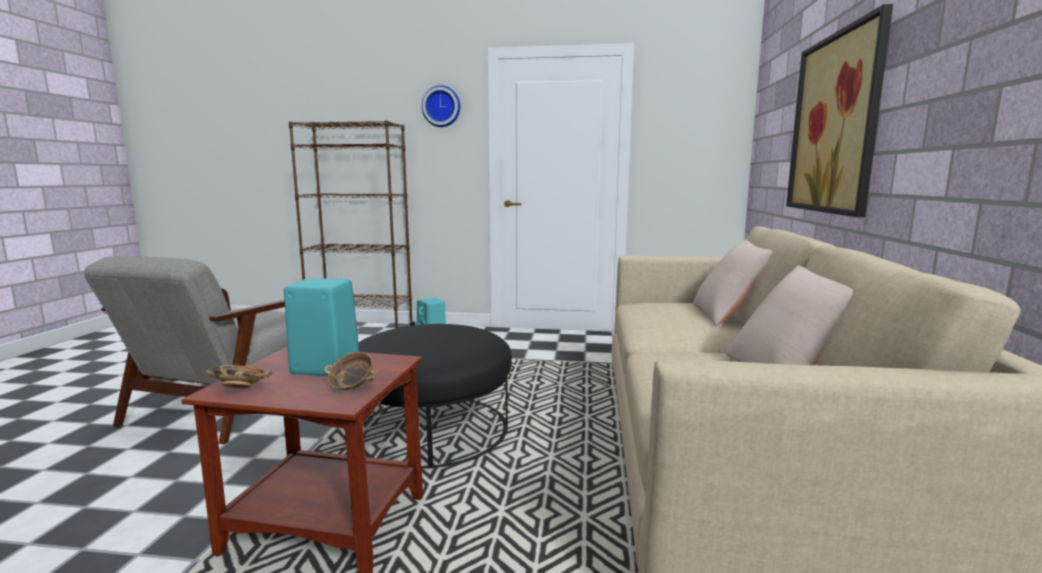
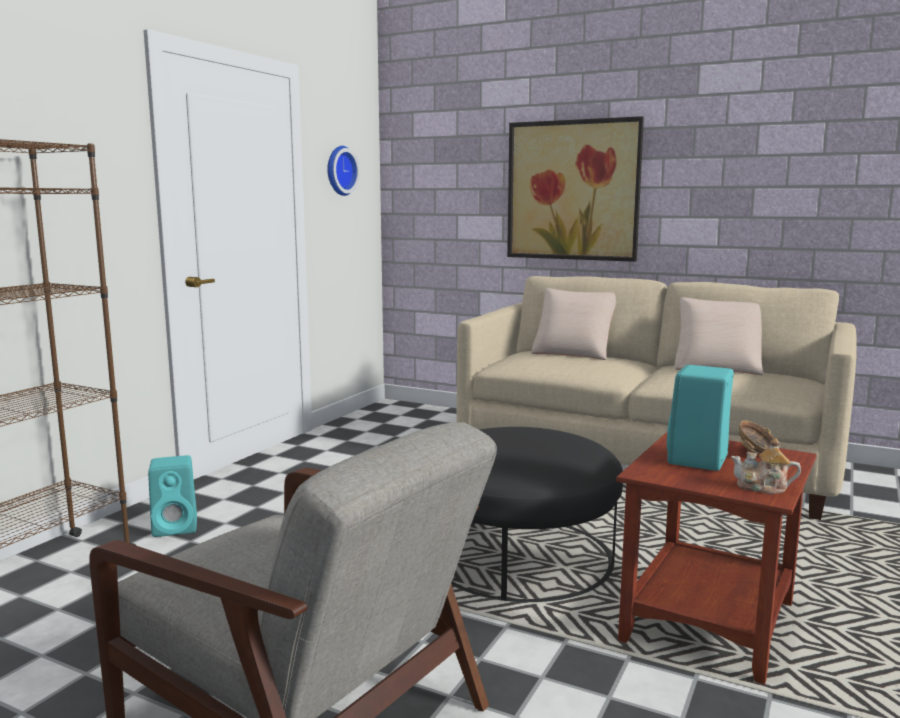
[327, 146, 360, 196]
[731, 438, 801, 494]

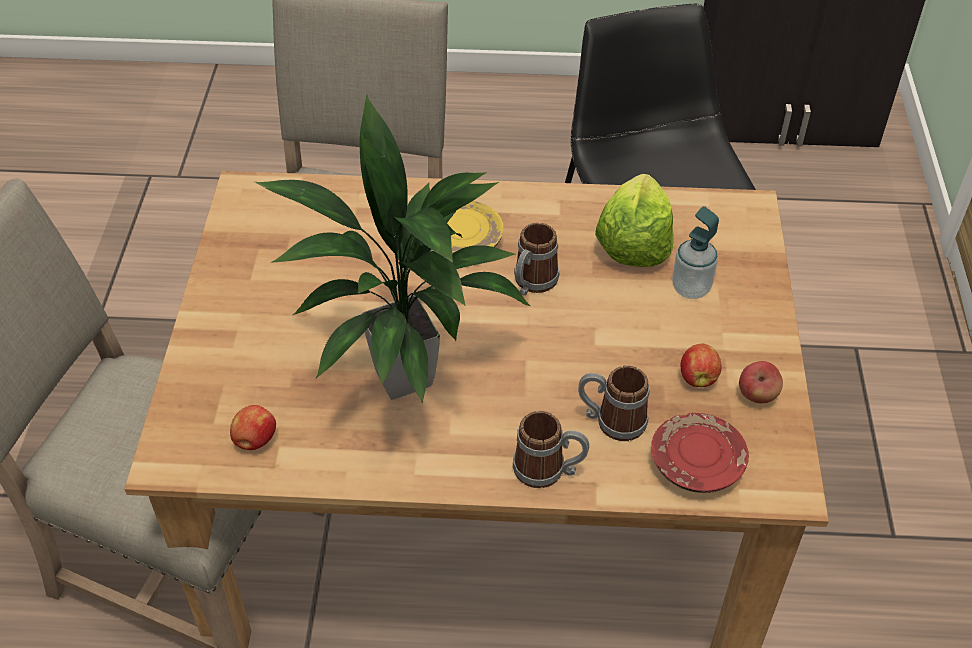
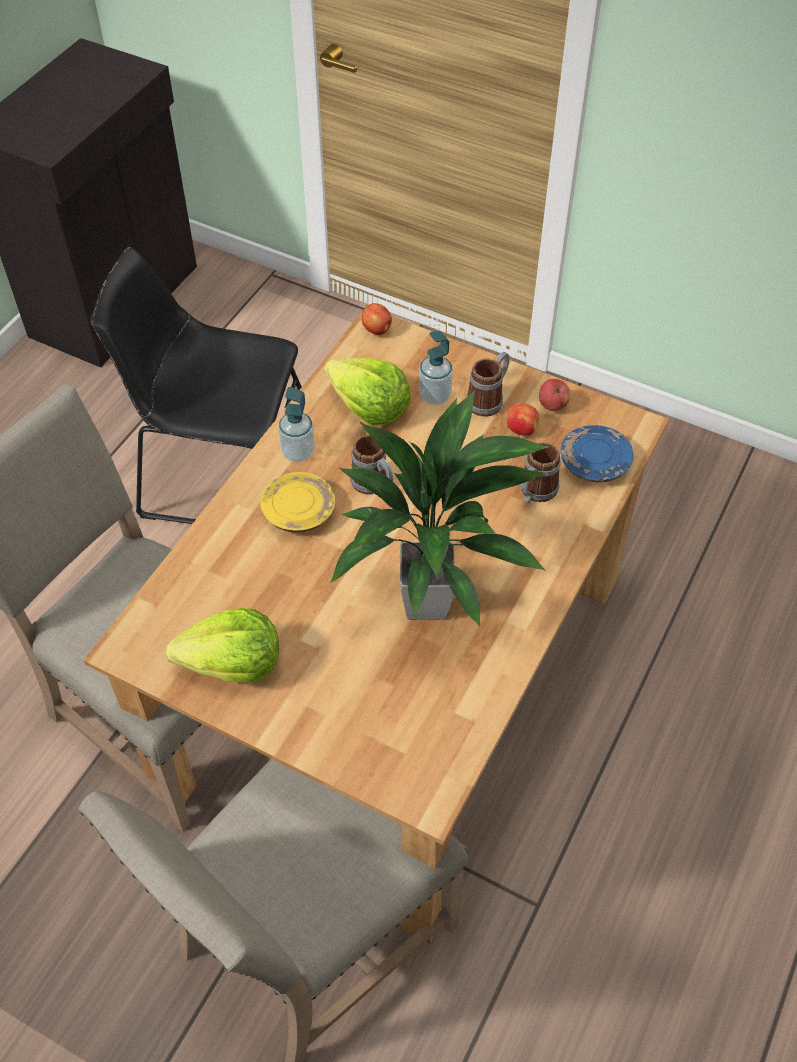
[166, 608, 279, 683]
[278, 387, 315, 462]
[361, 303, 392, 335]
[466, 352, 510, 417]
[560, 425, 633, 482]

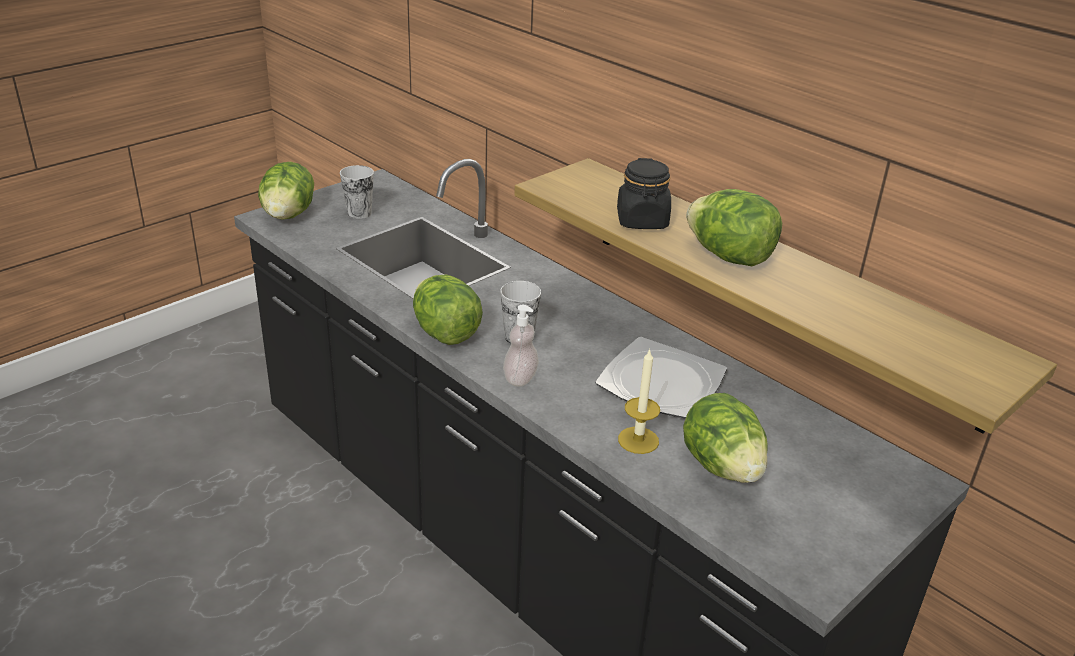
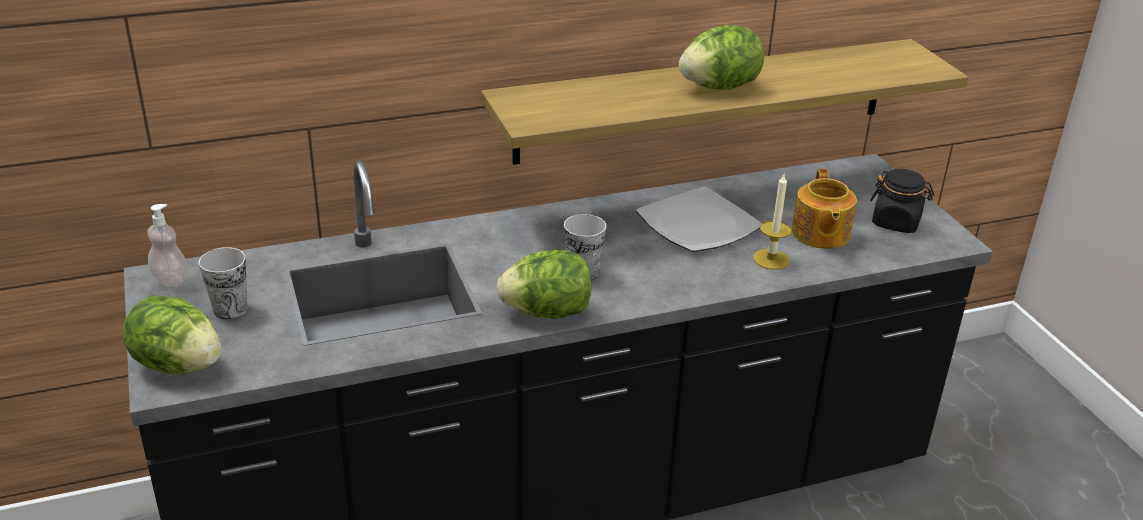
[148, 204, 188, 287]
[870, 169, 934, 233]
[792, 169, 857, 249]

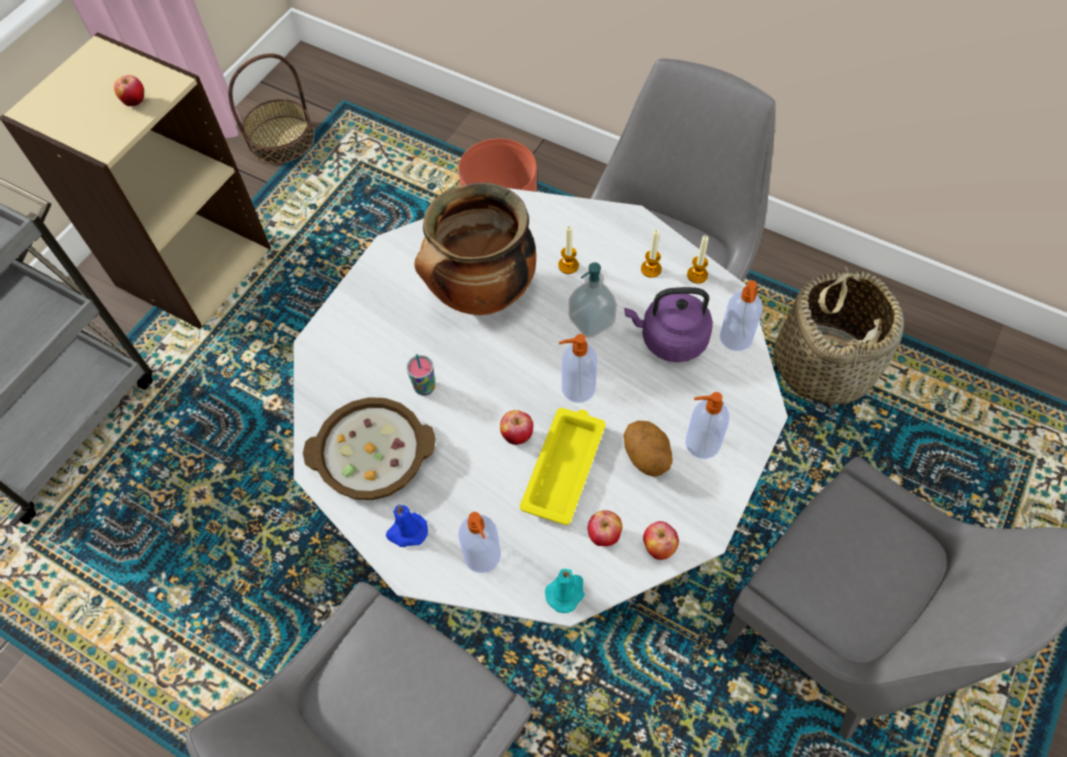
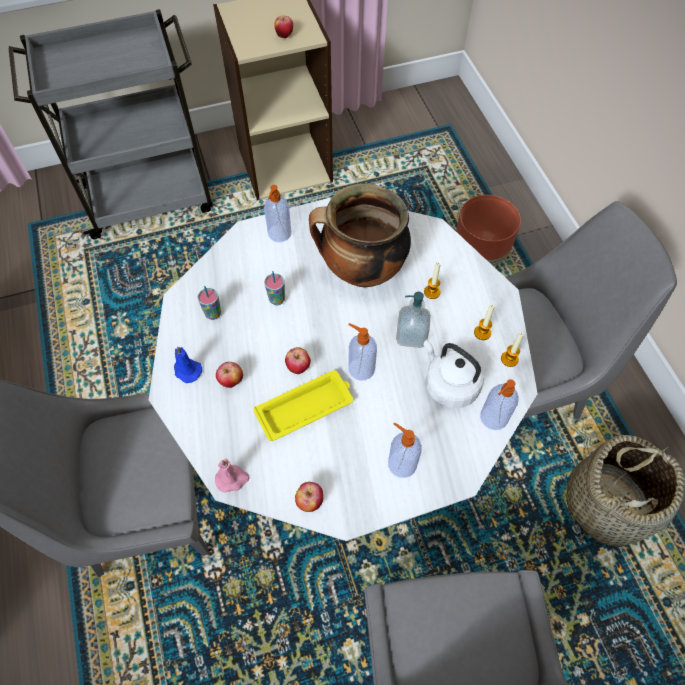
[228, 53, 314, 165] (first image)
[623, 421, 673, 477] (first image)
[264, 185, 292, 242]
[216, 362, 243, 388]
[198, 286, 221, 320]
[215, 459, 250, 493]
[423, 339, 484, 408]

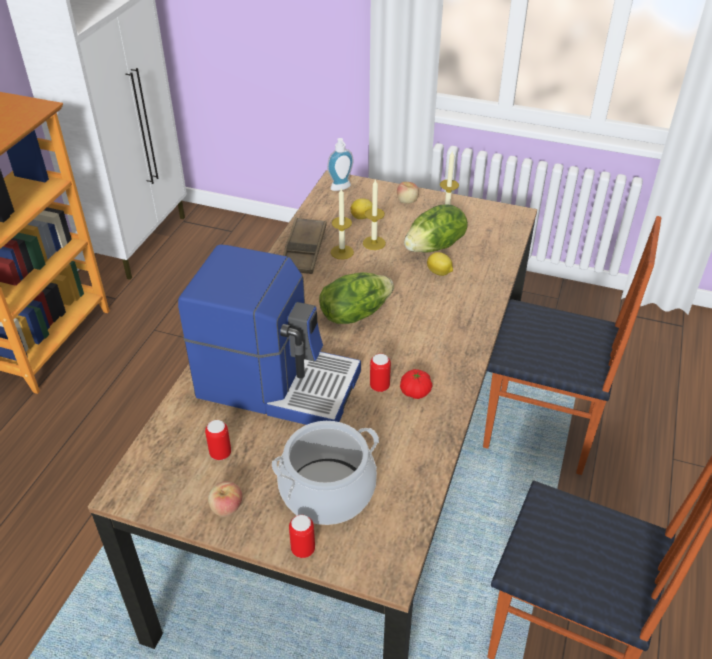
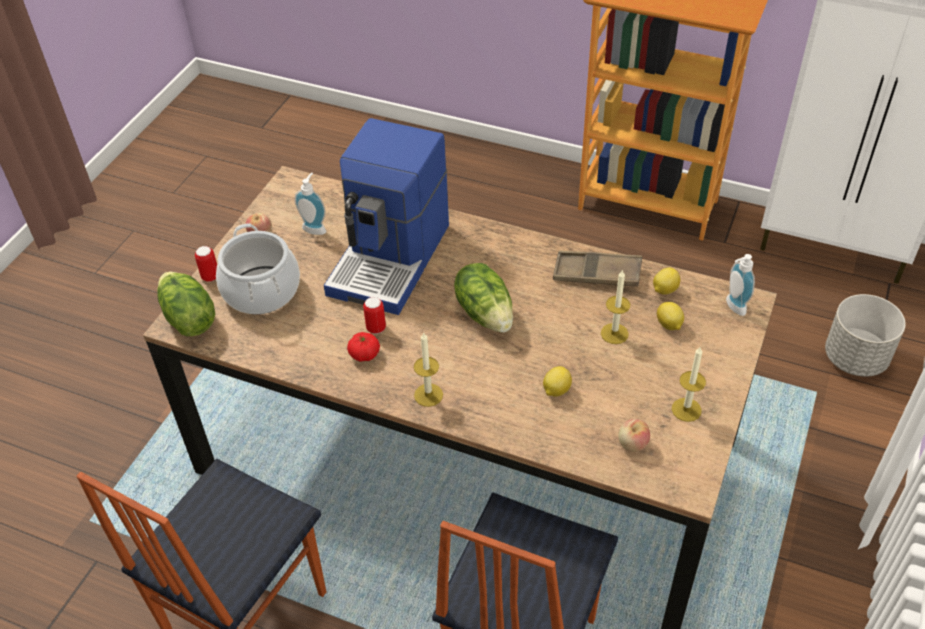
[653, 267, 680, 295]
[825, 294, 906, 377]
[414, 332, 443, 407]
[618, 419, 650, 452]
[157, 272, 215, 336]
[294, 173, 326, 235]

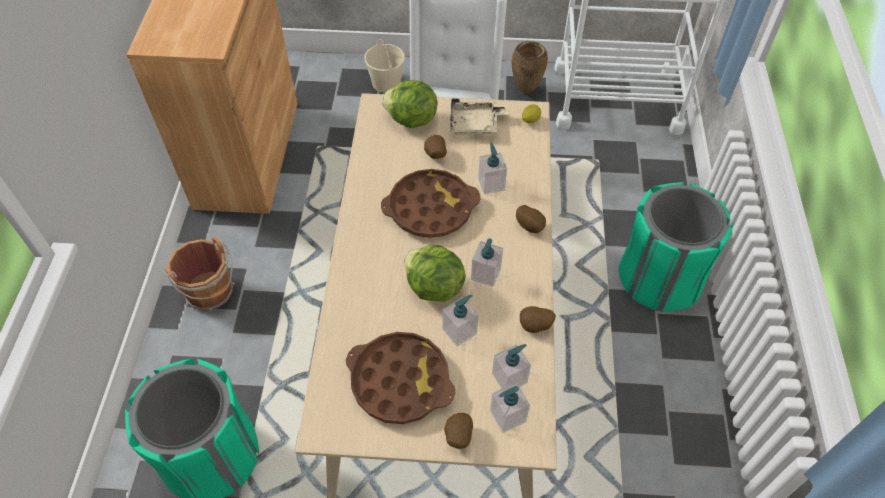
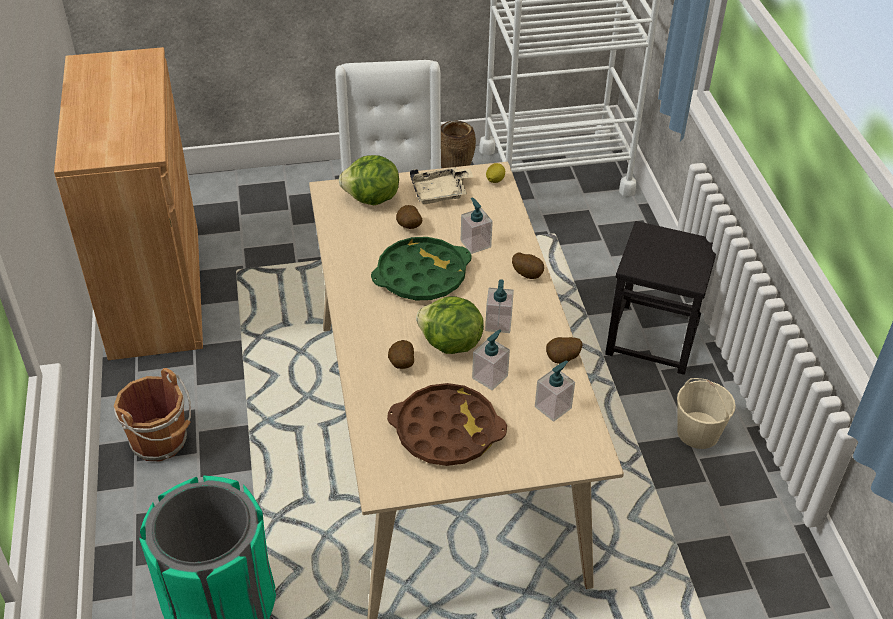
[490, 382, 530, 433] (first image)
[677, 378, 736, 449]
[388, 340, 414, 369]
[605, 221, 716, 375]
[371, 237, 472, 301]

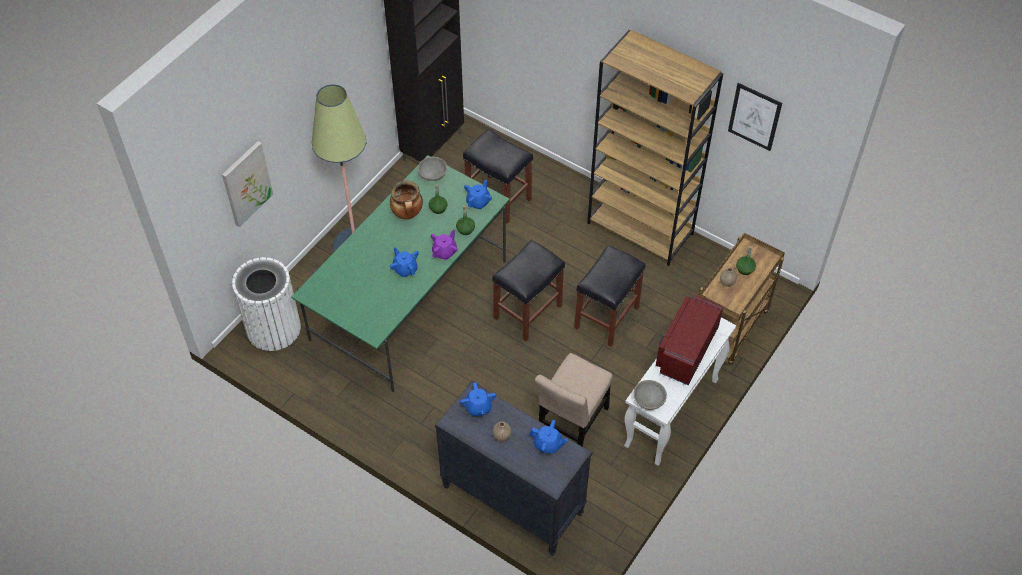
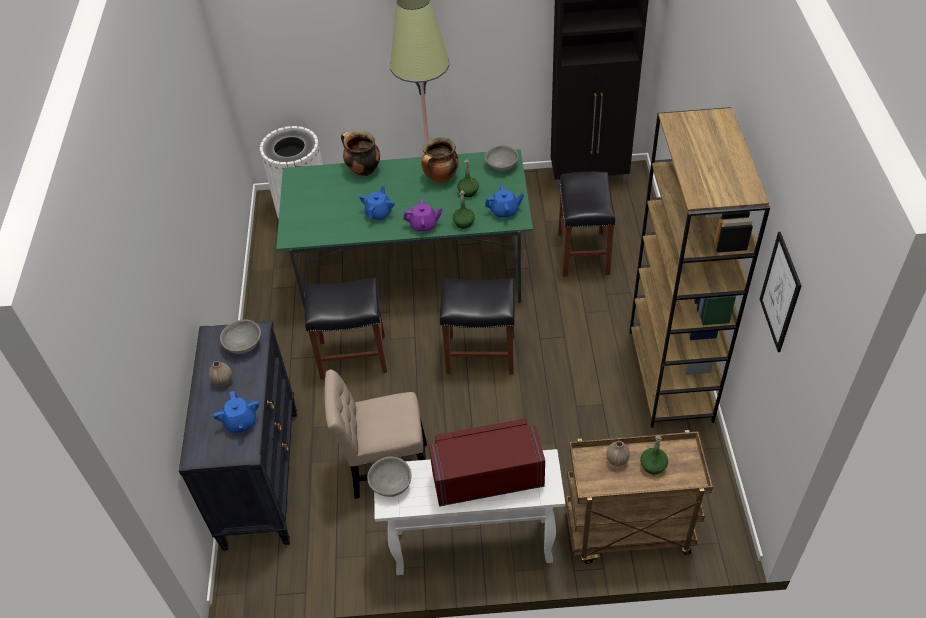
[222, 141, 273, 227] (first image)
[341, 131, 380, 176]
[305, 278, 387, 379]
[220, 320, 261, 354]

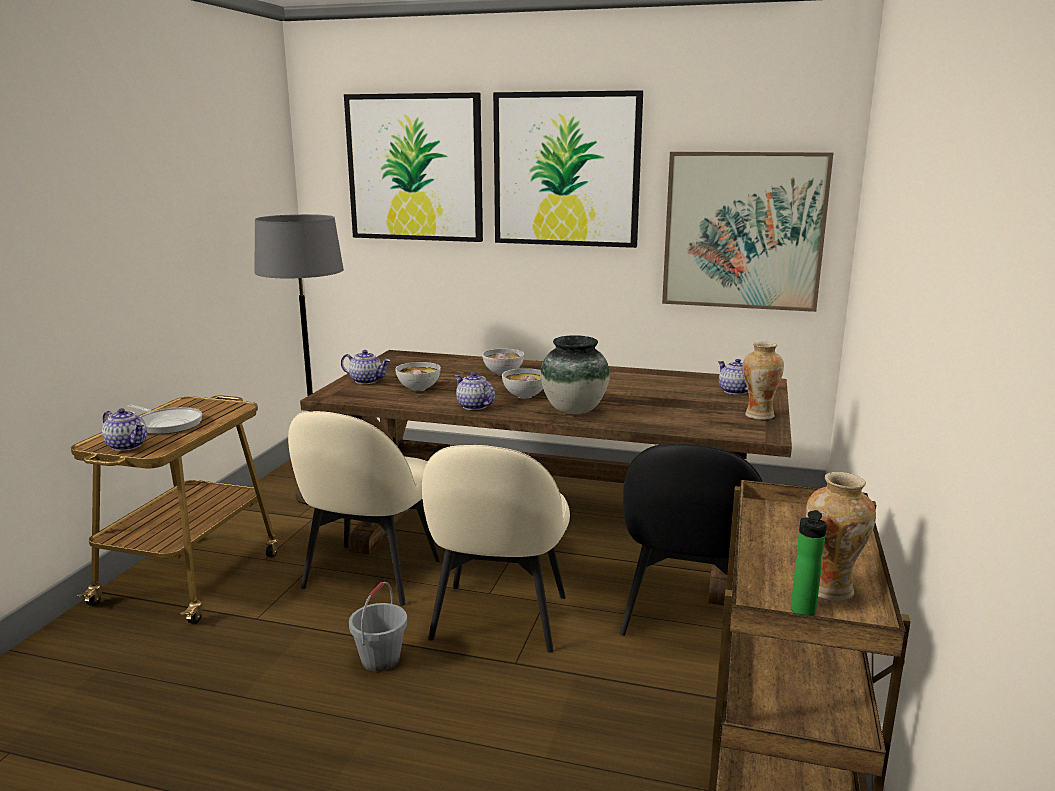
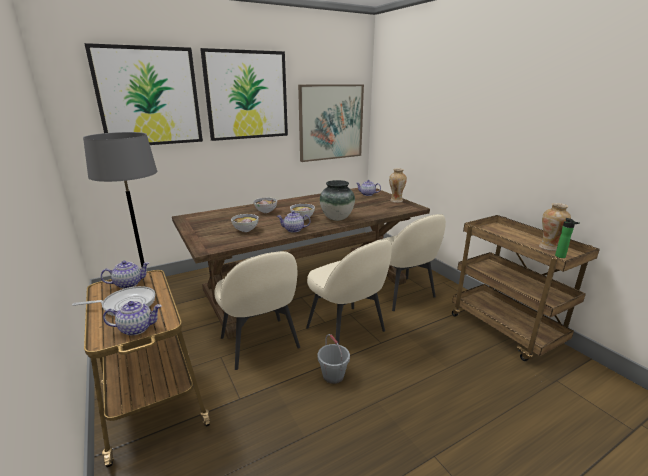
[100, 261, 149, 289]
[374, 214, 446, 311]

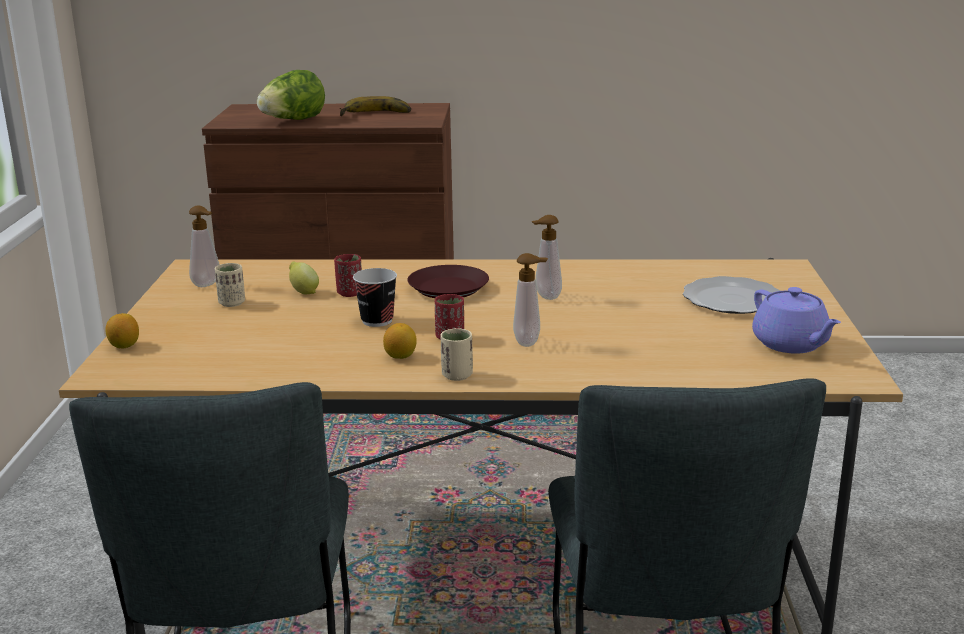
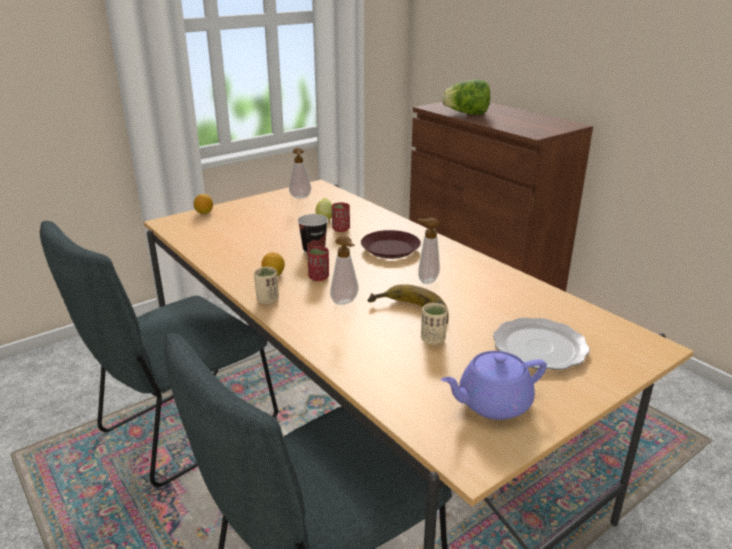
[421, 303, 448, 345]
[367, 284, 449, 323]
[441, 351, 547, 420]

